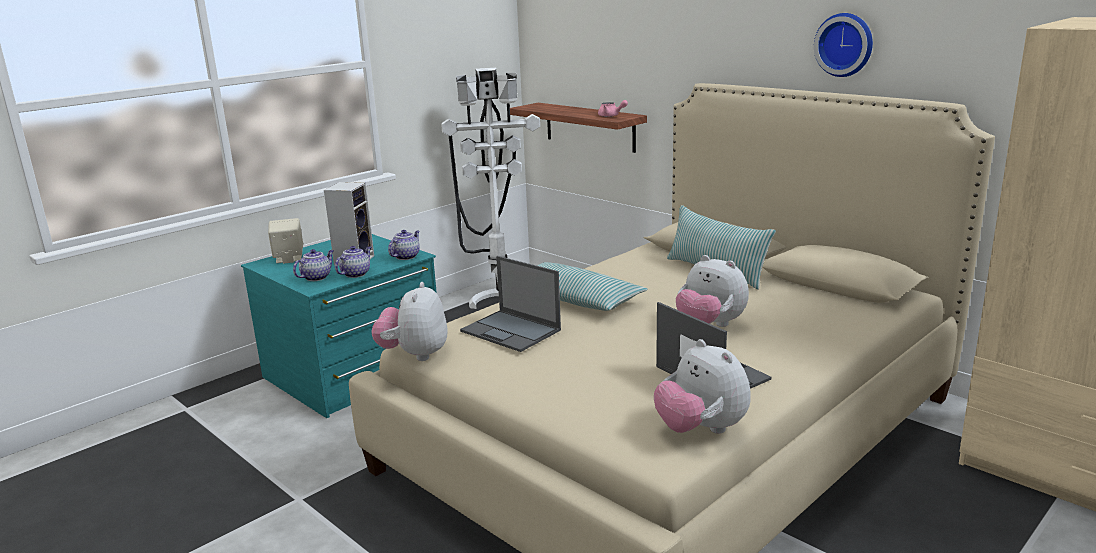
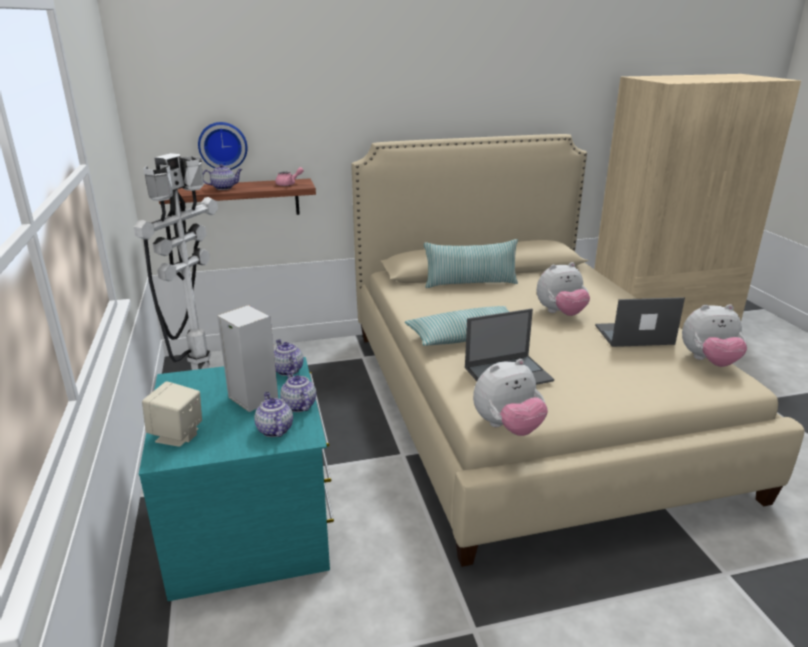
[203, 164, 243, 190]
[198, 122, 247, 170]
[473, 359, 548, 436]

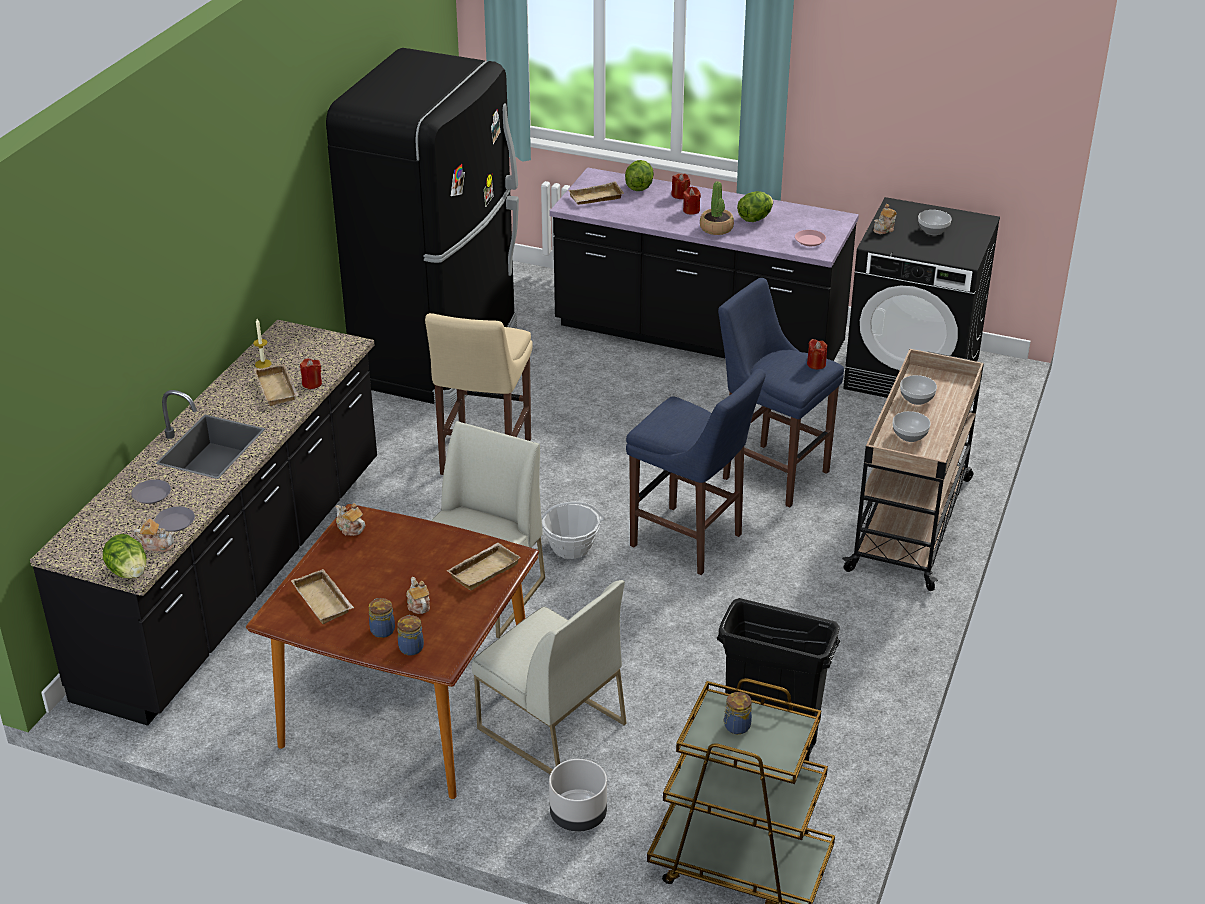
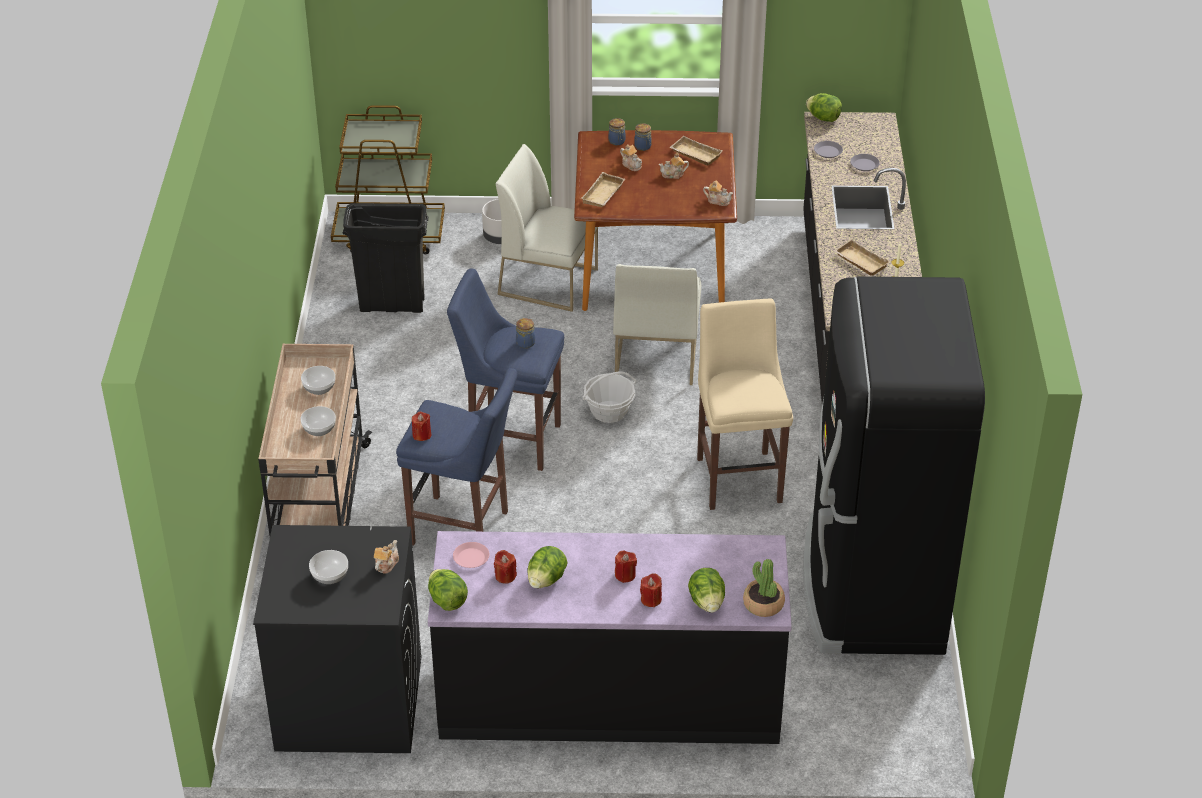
[568, 181, 624, 205] (first image)
[428, 569, 468, 611]
[659, 153, 689, 179]
[494, 550, 517, 584]
[743, 559, 785, 617]
[516, 318, 535, 348]

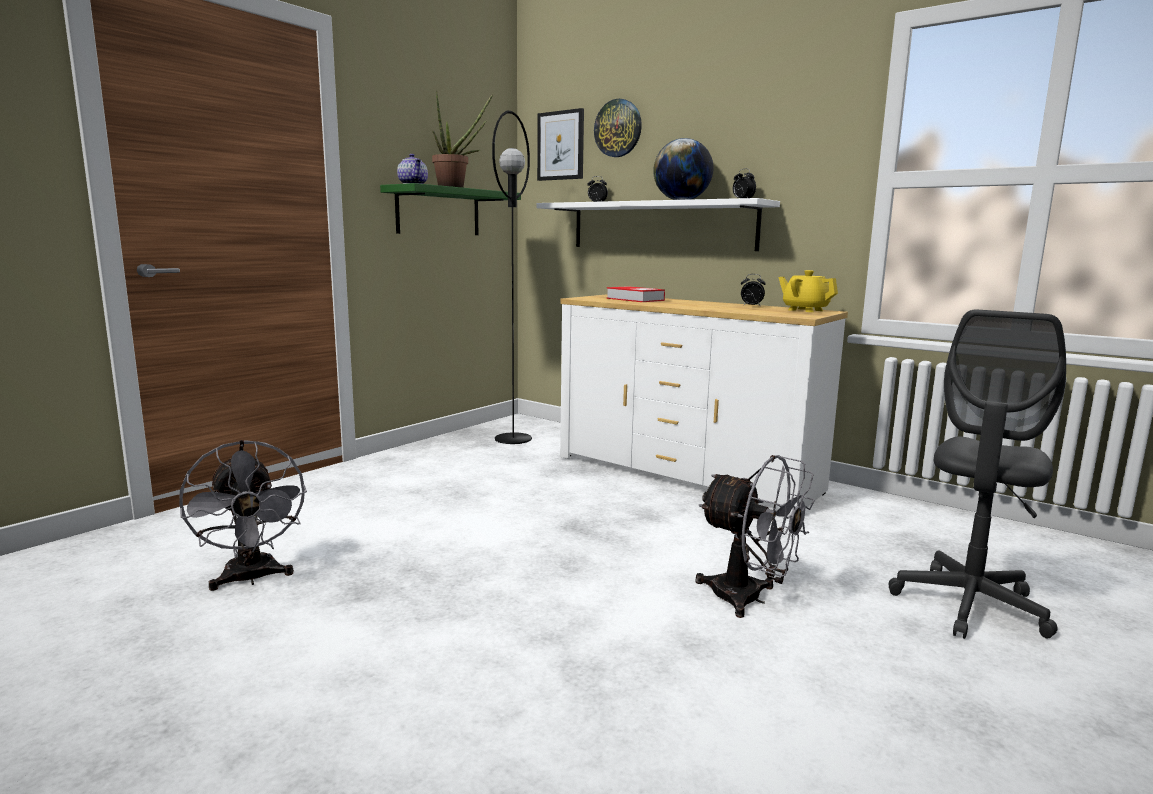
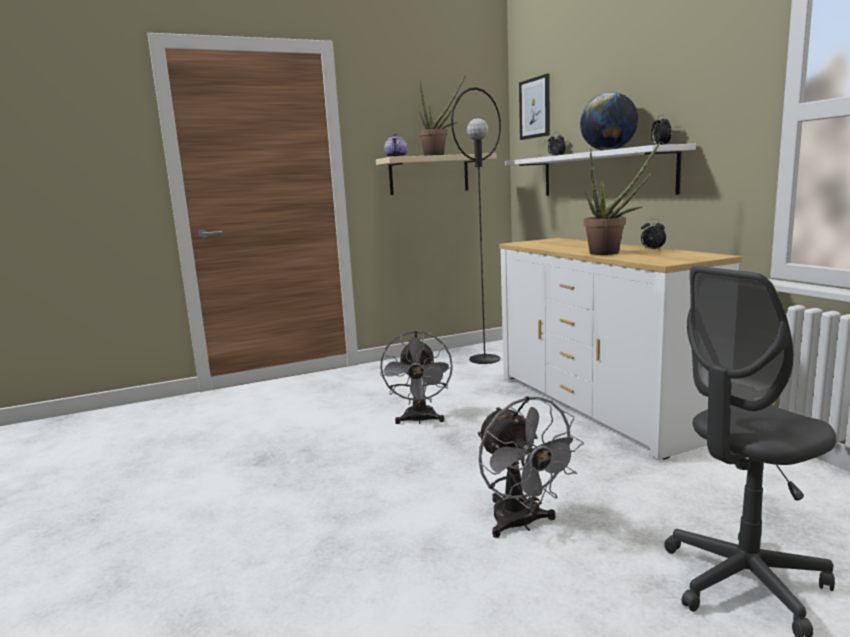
[594, 99, 642, 157] (first image)
[607, 286, 665, 302] (first image)
[778, 270, 838, 312] (first image)
[584, 141, 661, 255]
[380, 331, 453, 424]
[376, 153, 496, 195]

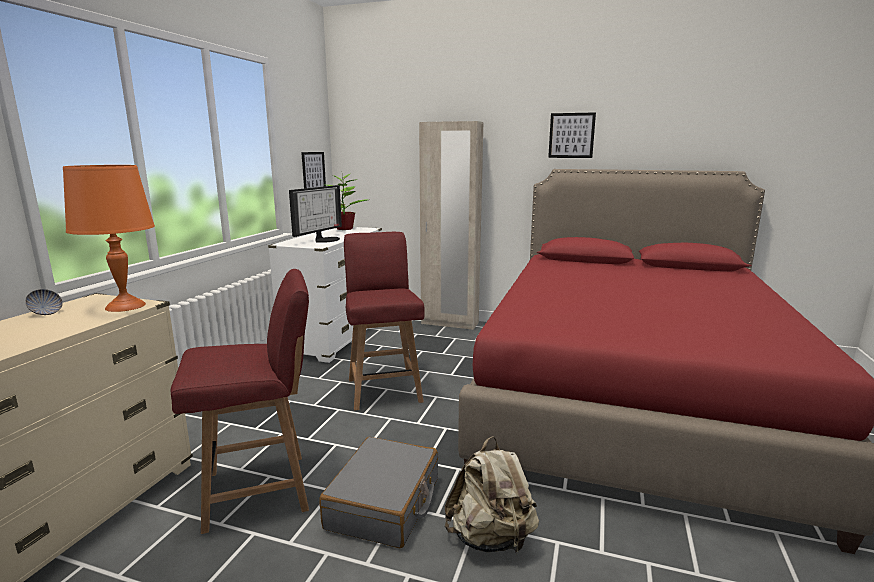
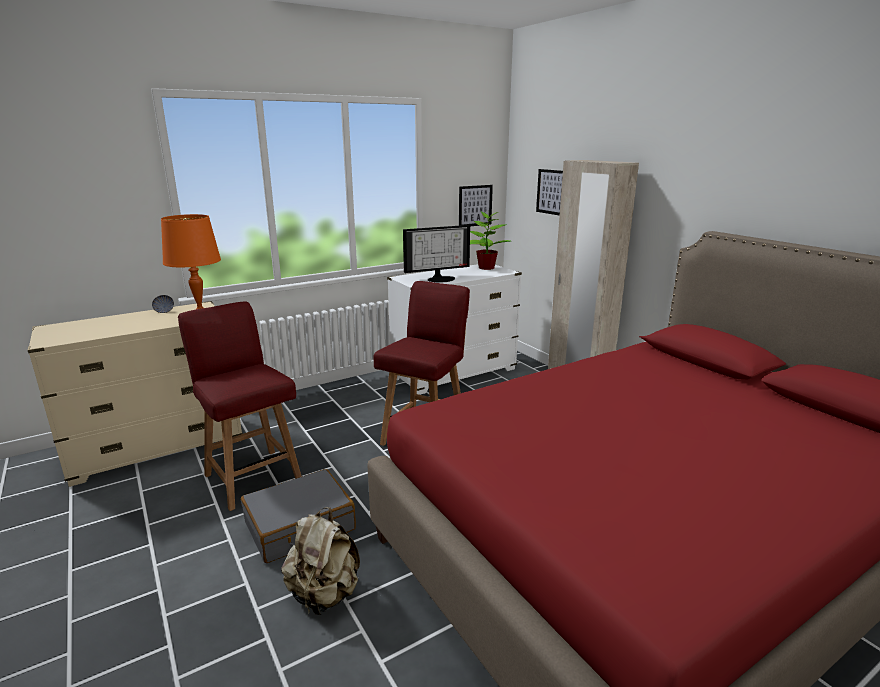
[536, 169, 563, 216]
[178, 301, 302, 511]

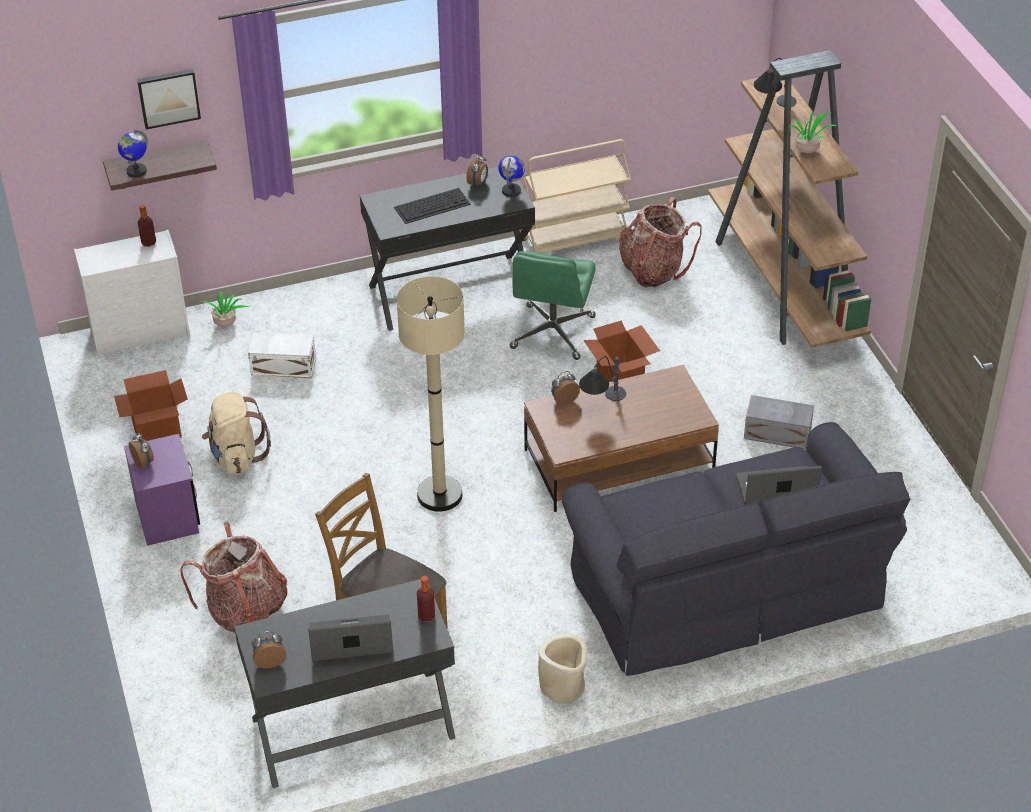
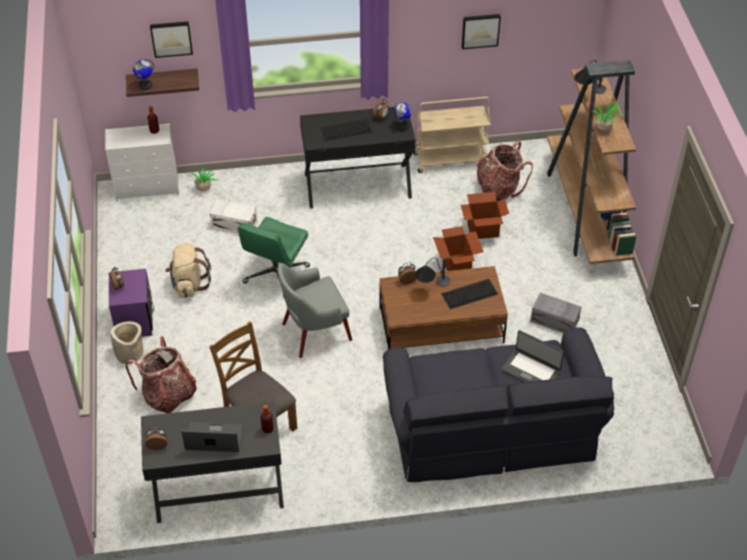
[441, 279, 498, 309]
[462, 14, 501, 49]
[461, 192, 509, 239]
[238, 217, 310, 298]
[110, 321, 143, 364]
[278, 263, 352, 358]
[501, 330, 564, 382]

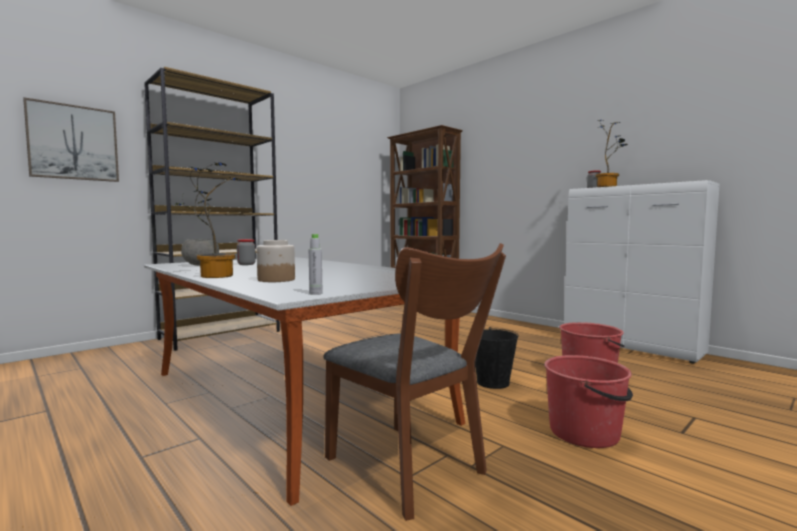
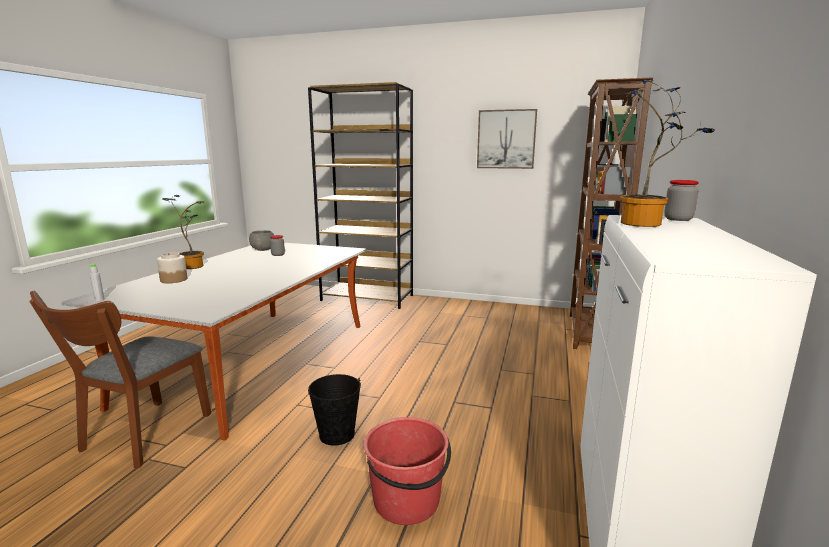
[544, 355, 633, 448] (first image)
[477, 109, 537, 169]

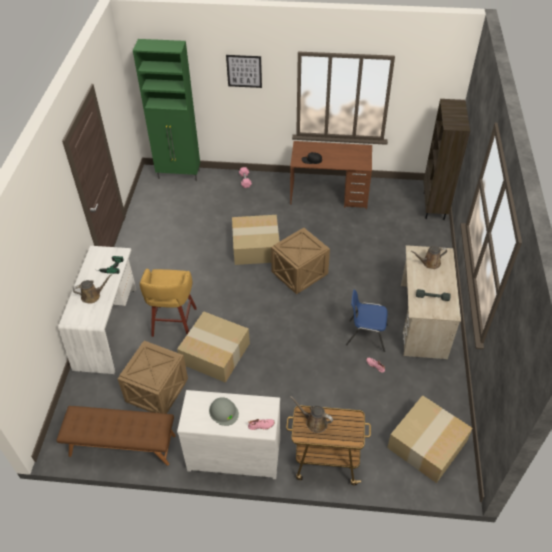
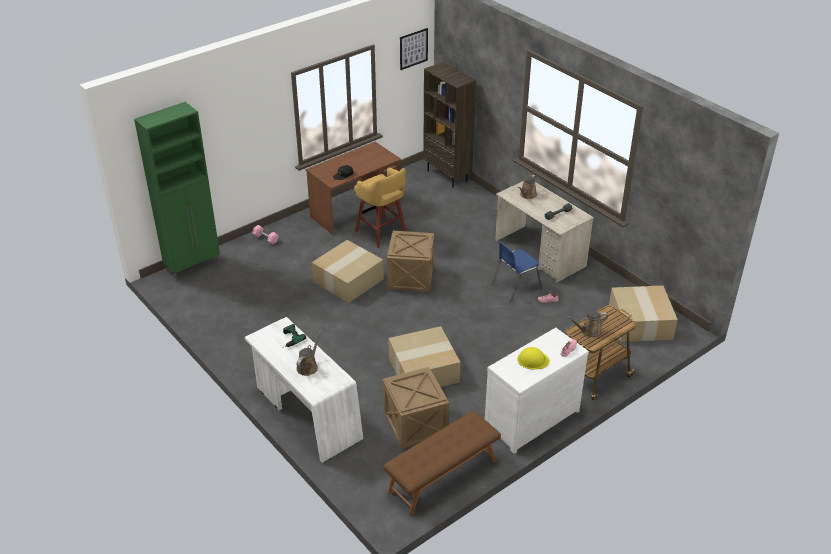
[354, 167, 406, 248]
[400, 28, 428, 70]
[517, 347, 550, 369]

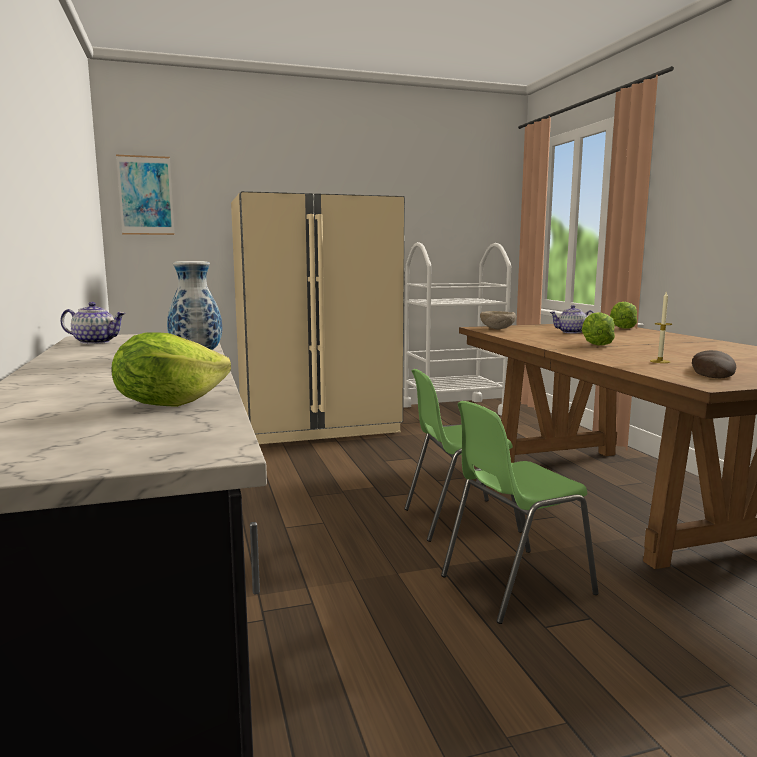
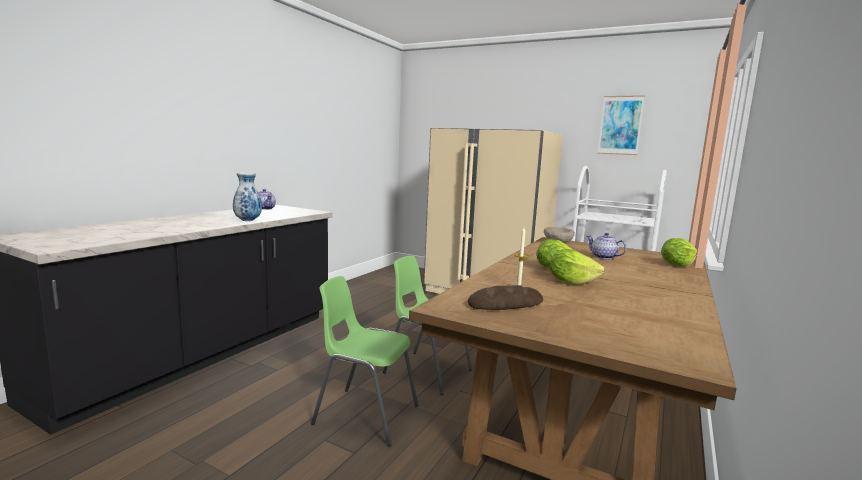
[549, 249, 605, 285]
[598, 95, 645, 155]

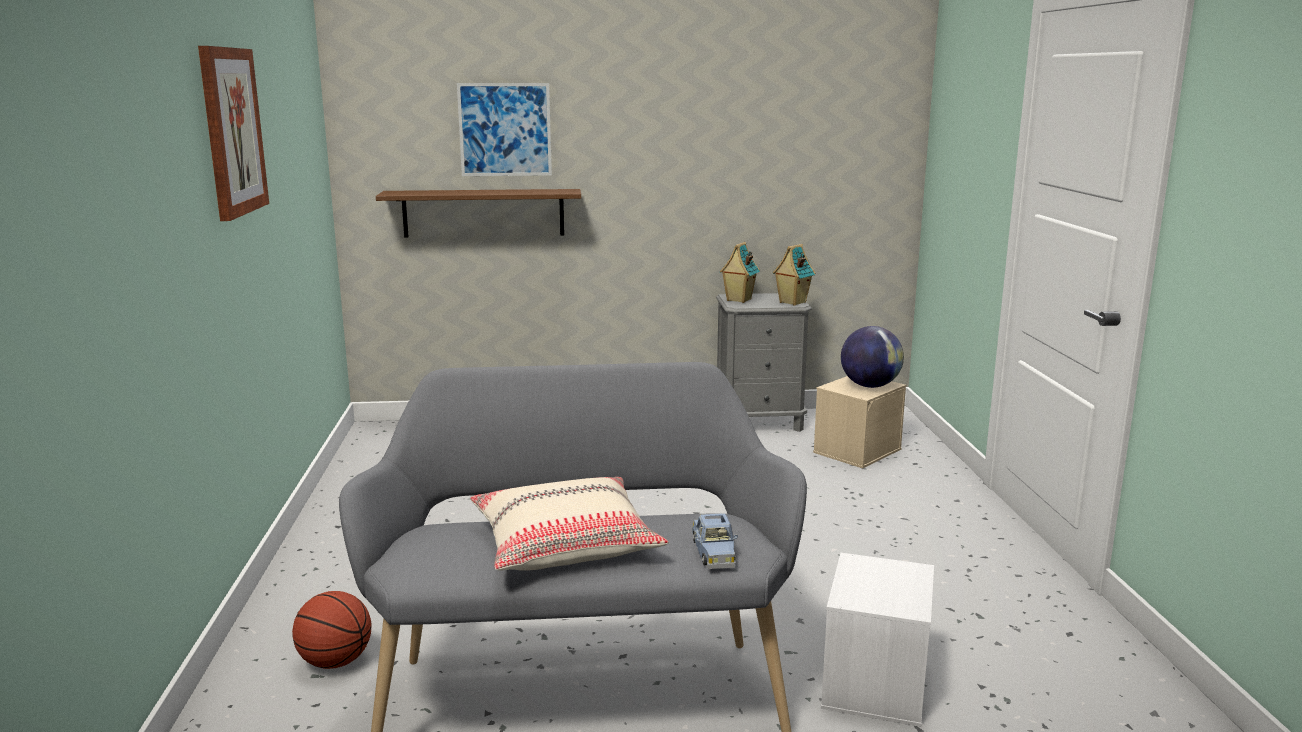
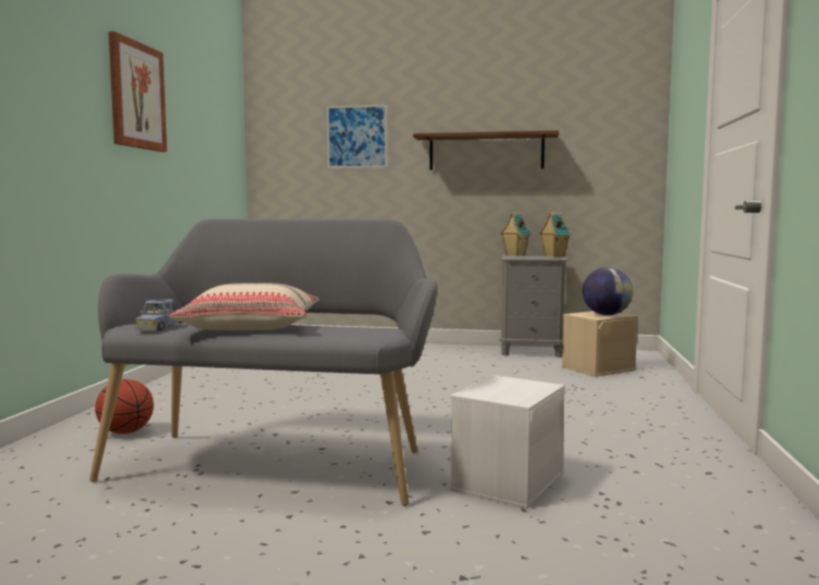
[413, 130, 559, 170]
[135, 299, 183, 331]

